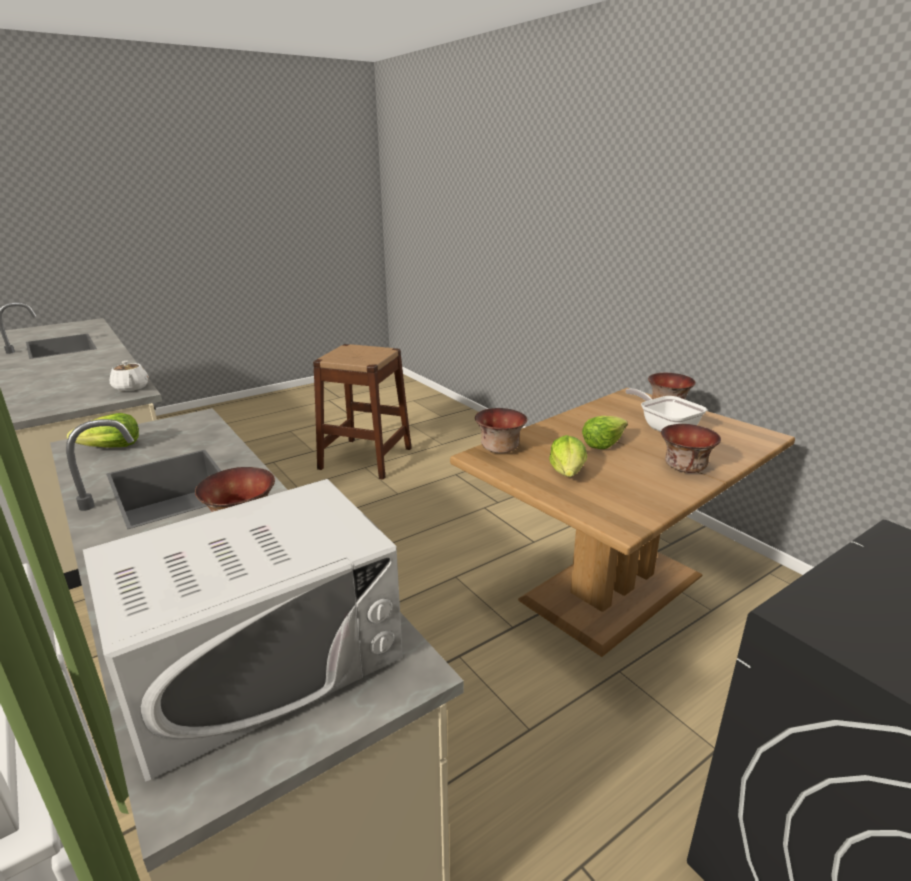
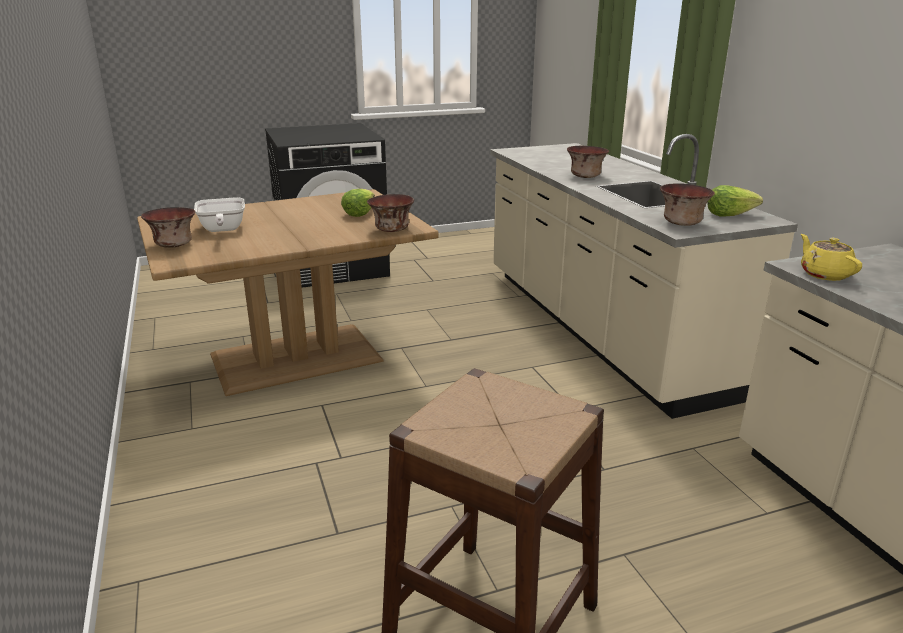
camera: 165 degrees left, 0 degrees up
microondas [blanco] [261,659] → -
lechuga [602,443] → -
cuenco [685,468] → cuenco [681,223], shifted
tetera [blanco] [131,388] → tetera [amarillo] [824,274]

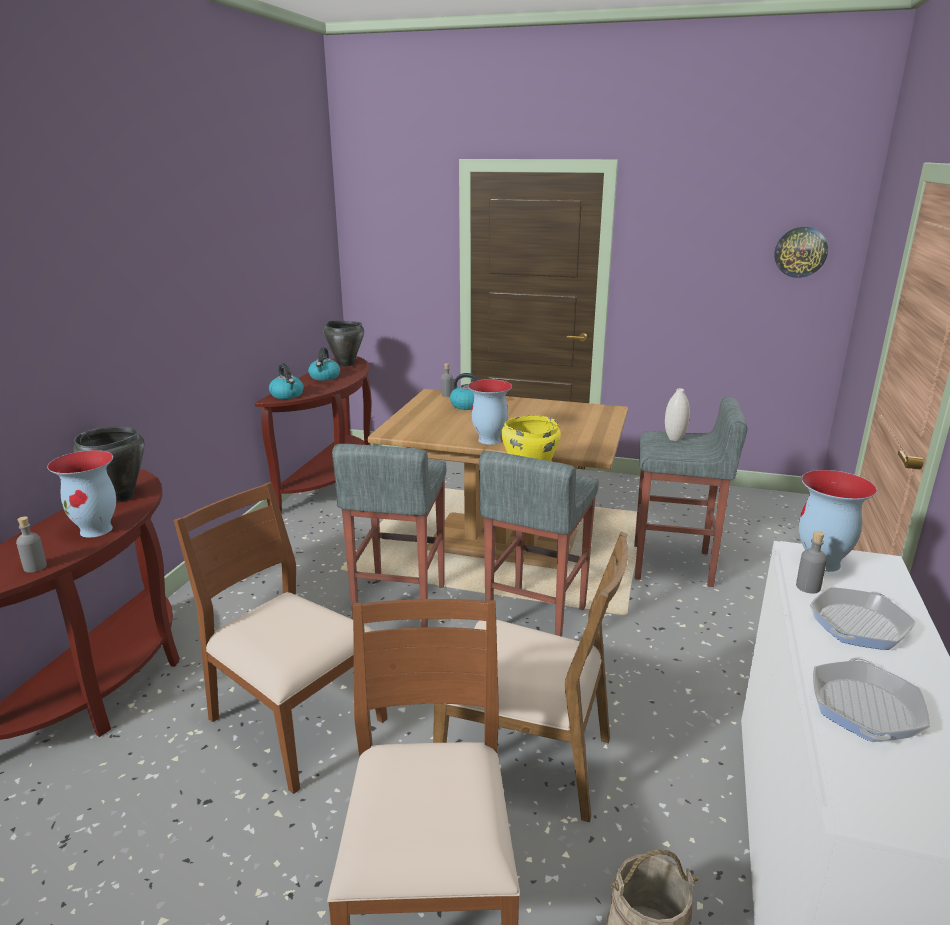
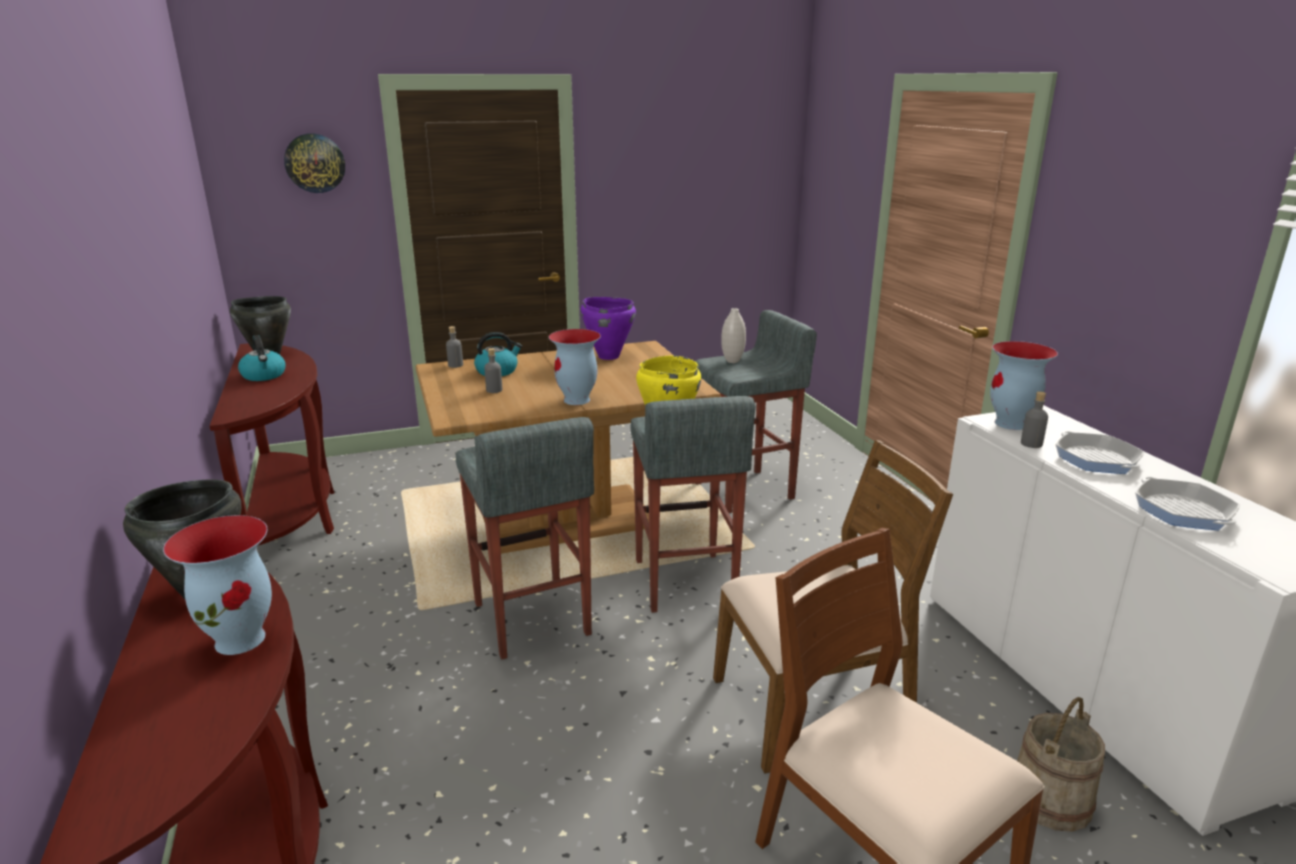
camera: 35 degrees left, 0 degrees up
silla [marrón] [294,720] → -
hervidor [287,395] → -
- → olla [morado] [608,356]
botella [gris] [35,567] → botella [gris] [494,390], shifted
reloj de pared [800,252] → reloj de pared [315,163], shifted
sartén [858,625] → sartén [1096,459], 150 degrees clockwise

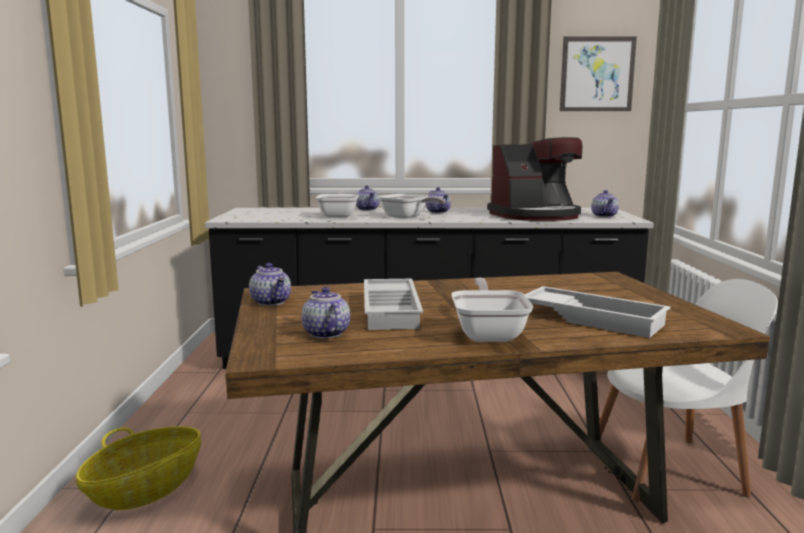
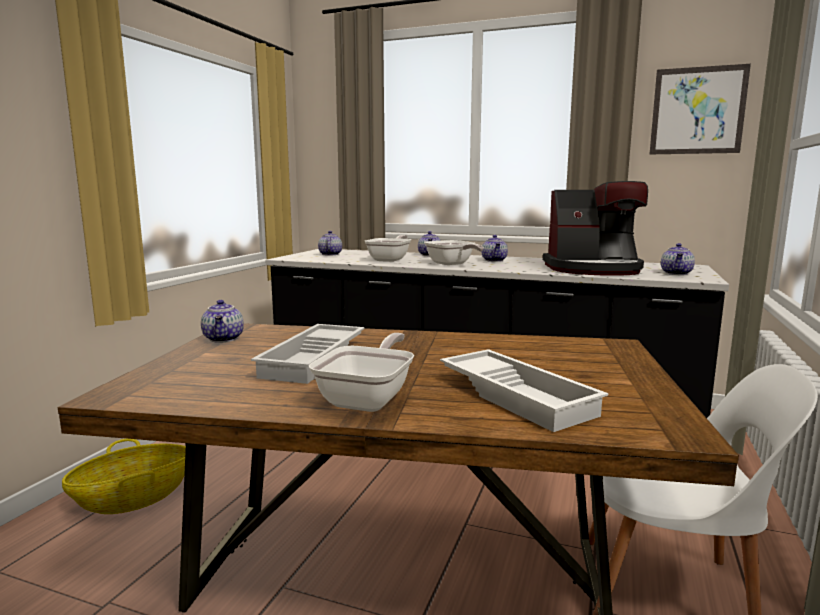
camera: 20 degrees right, 0 degrees up
tetera [325,333] → tetera [329,254], shifted

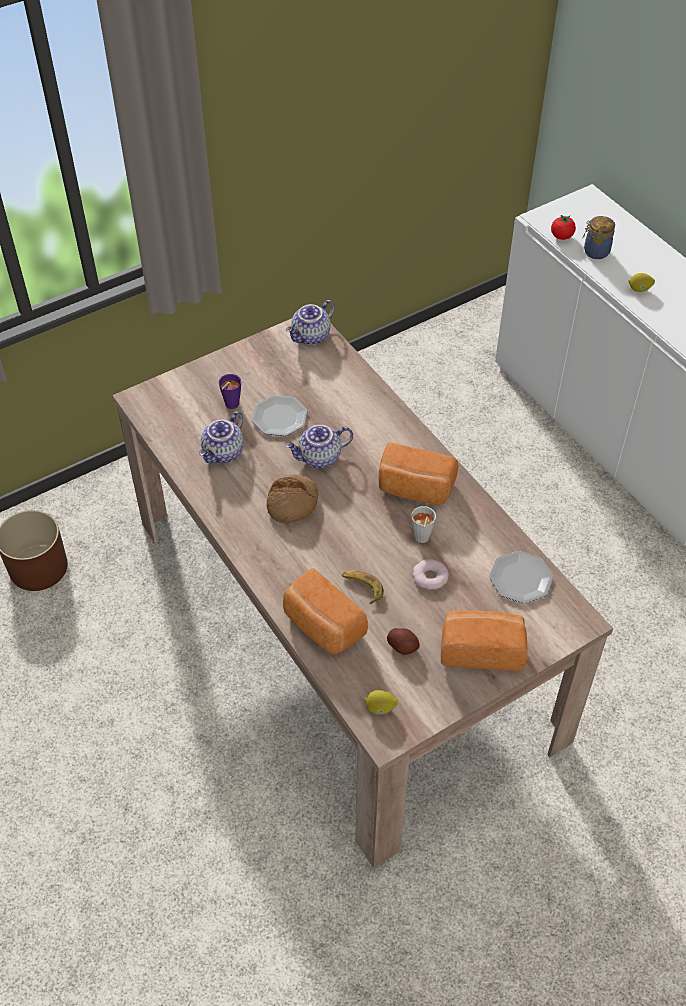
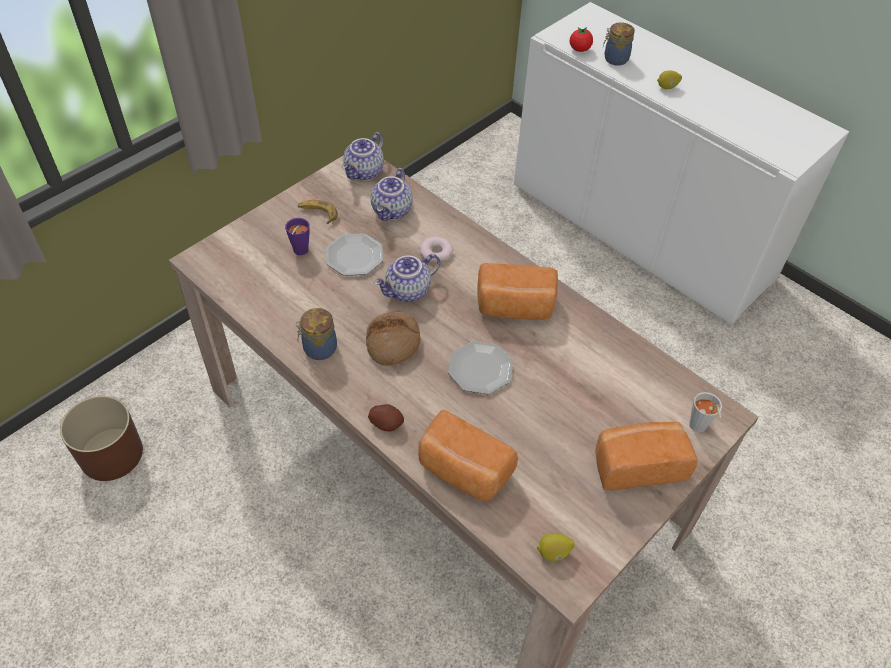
camera: 15 degrees left, 0 degrees up
- → tarro [318,349]
tetera [224,453] → tetera [392,211], shifted
plátano [362,587] → plátano [318,213], shifted
patata [403,646] → patata [386,423], shifted
taza [gris] [421,539] → taza [gris] [698,428], shifted
rosquilla [430,577] → rosquilla [436,252], shifted
plato [520,578] → plato [479,369], shifted

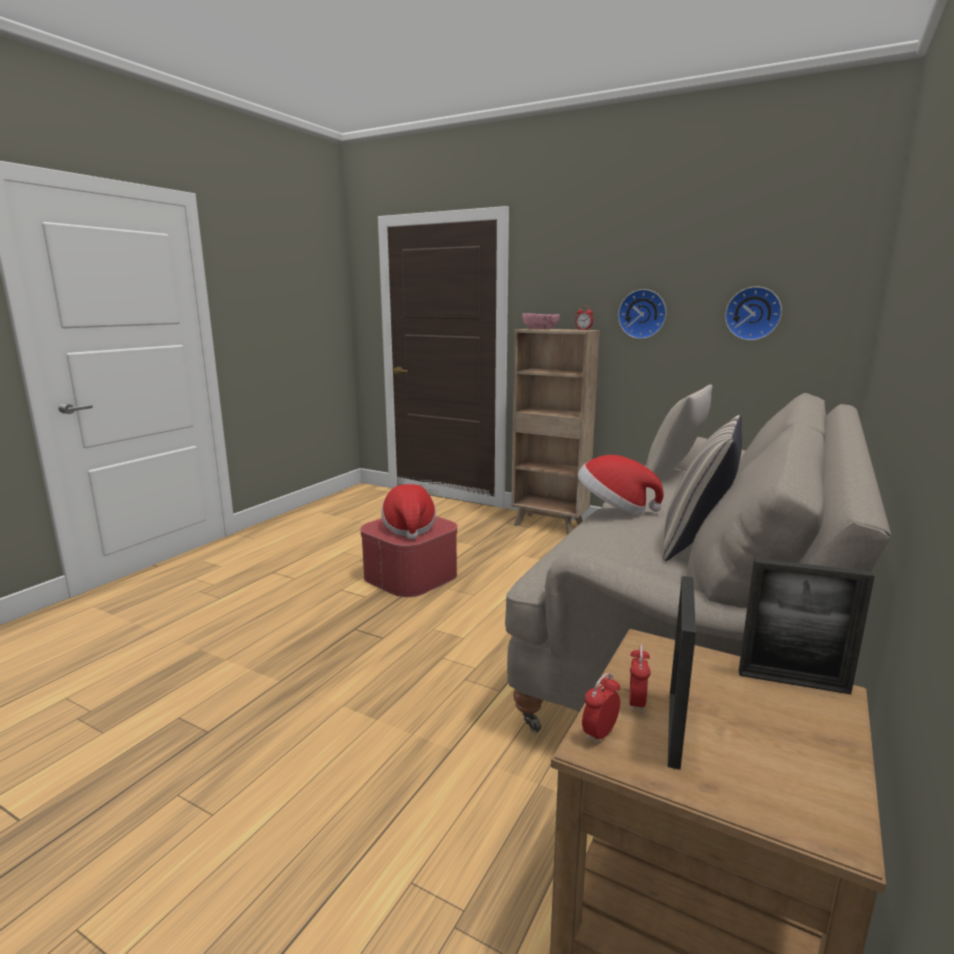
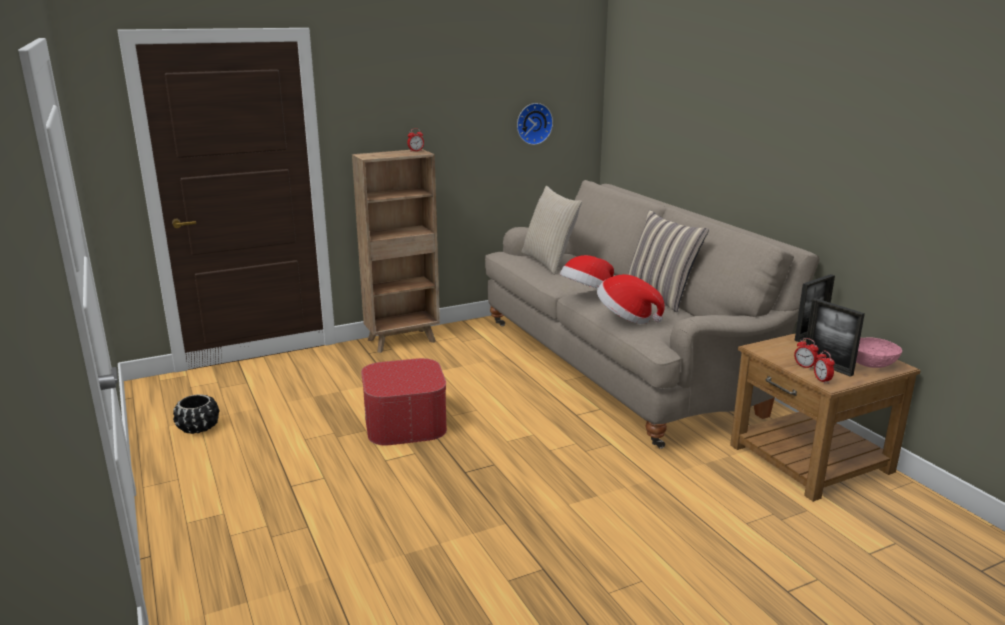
camera: 55 degrees left, 5 degrees up
reloj de pared [642,314] → -
- → maceta [negro] [198,427]
sombrero [409,528] → sombrero [626,318], shifted
cuenco [rosa] [540,329] → cuenco [rosa] [871,363], shifted

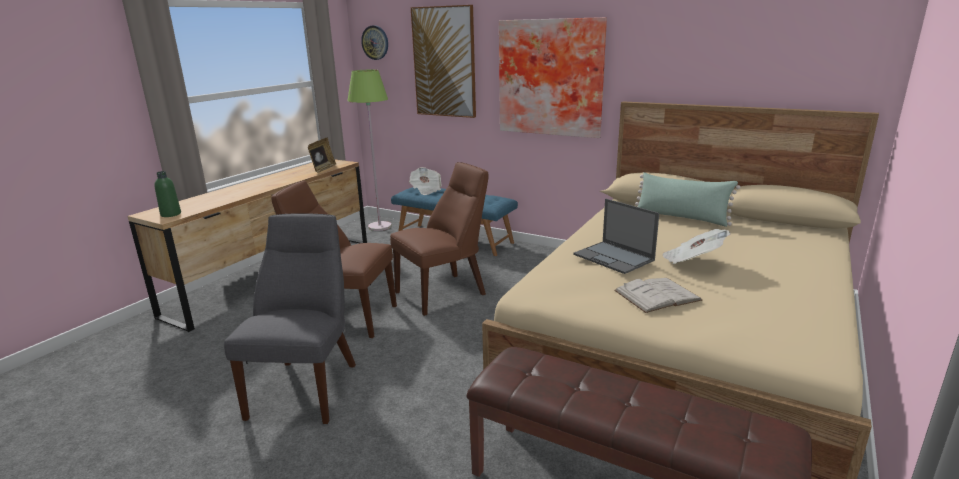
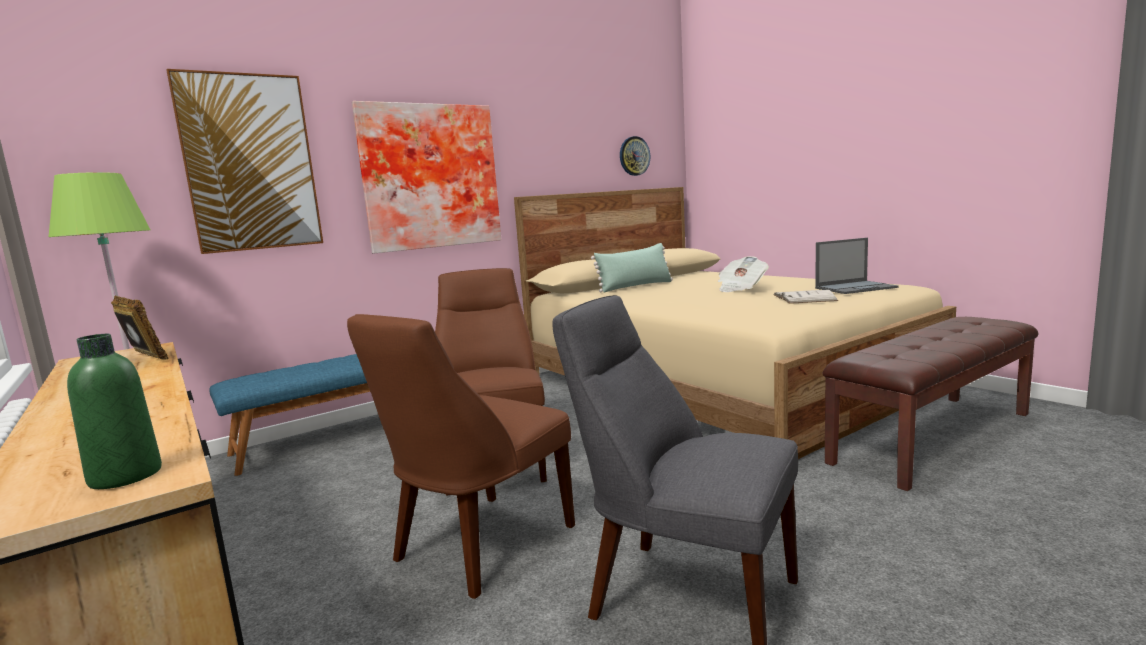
camera: 65 degrees left, 10 degrees down
periódico [426,190] → -
reloj de pared [375,42] → reloj de pared [634,156], shifted
portátil [614,257] → portátil [856,288], shifted

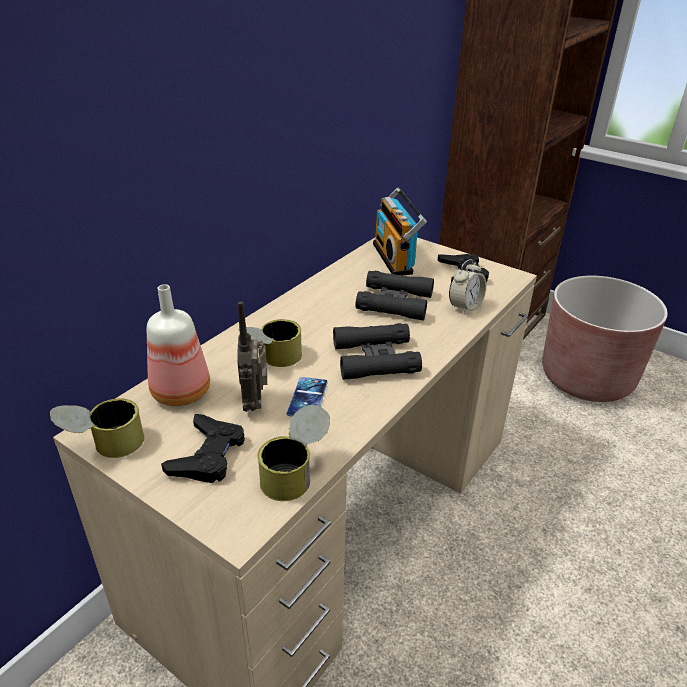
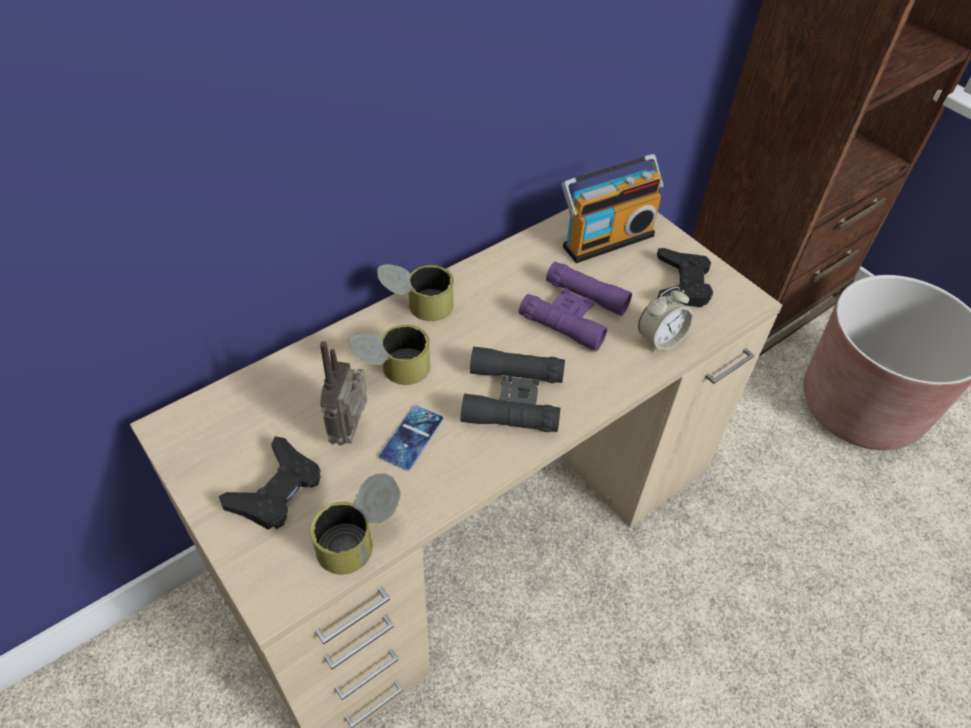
camera: 15 degrees right, 15 degrees up
botella [183,393] → -
lata [104,446] → lata [417,307], shifted
prismáticos [negro] [395,302] → prismáticos [morado] [573,313]
radio [396,258] → radio [606,238], 120 degrees counterclockwise

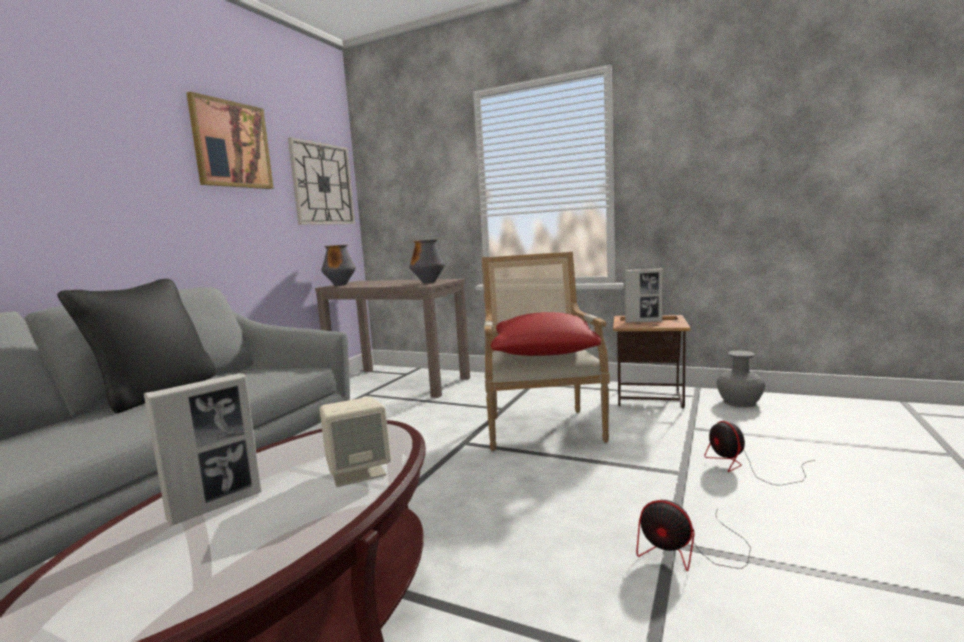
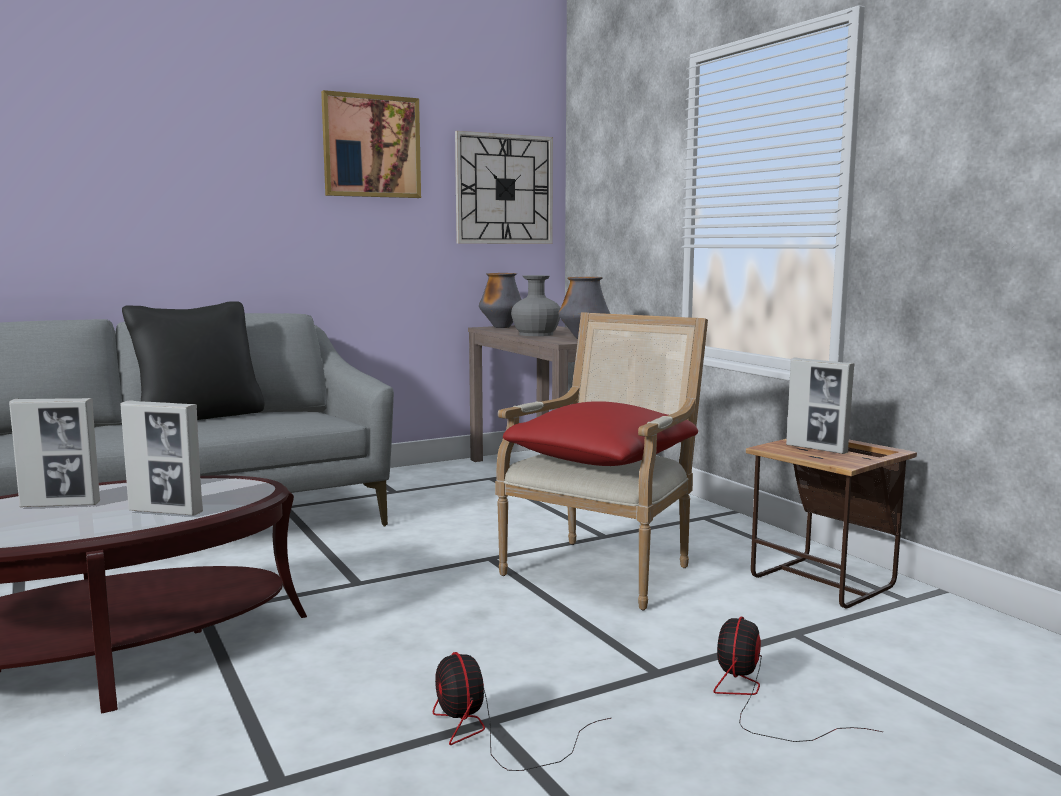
camera: 35 degrees right, 0 degrees up
florero [gris] [739,402] → florero [gris] [536,334], shifted
altavoz [beis] [358,472] → portarretratos [166,511]

